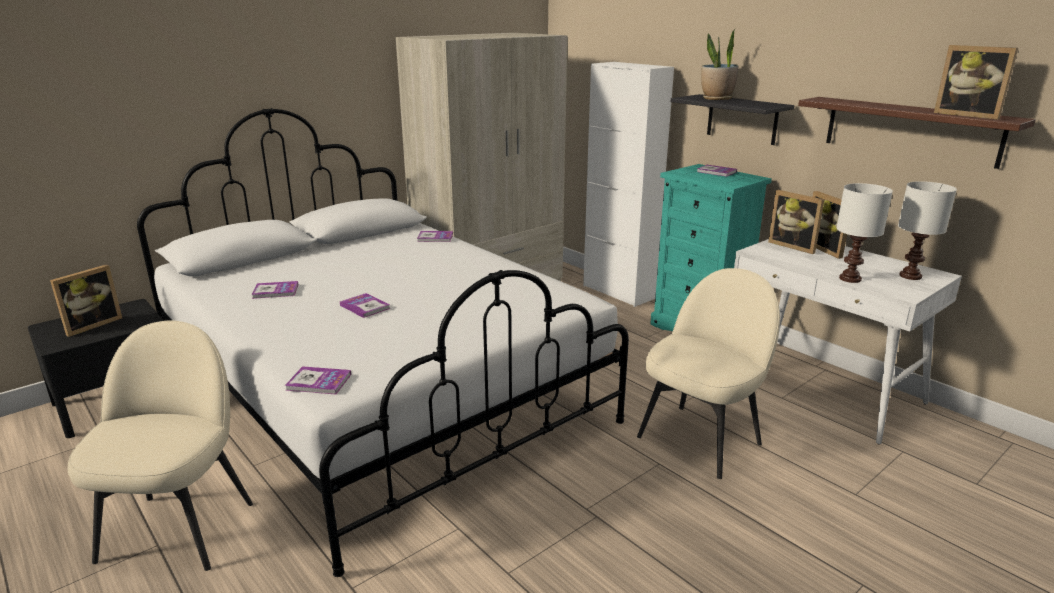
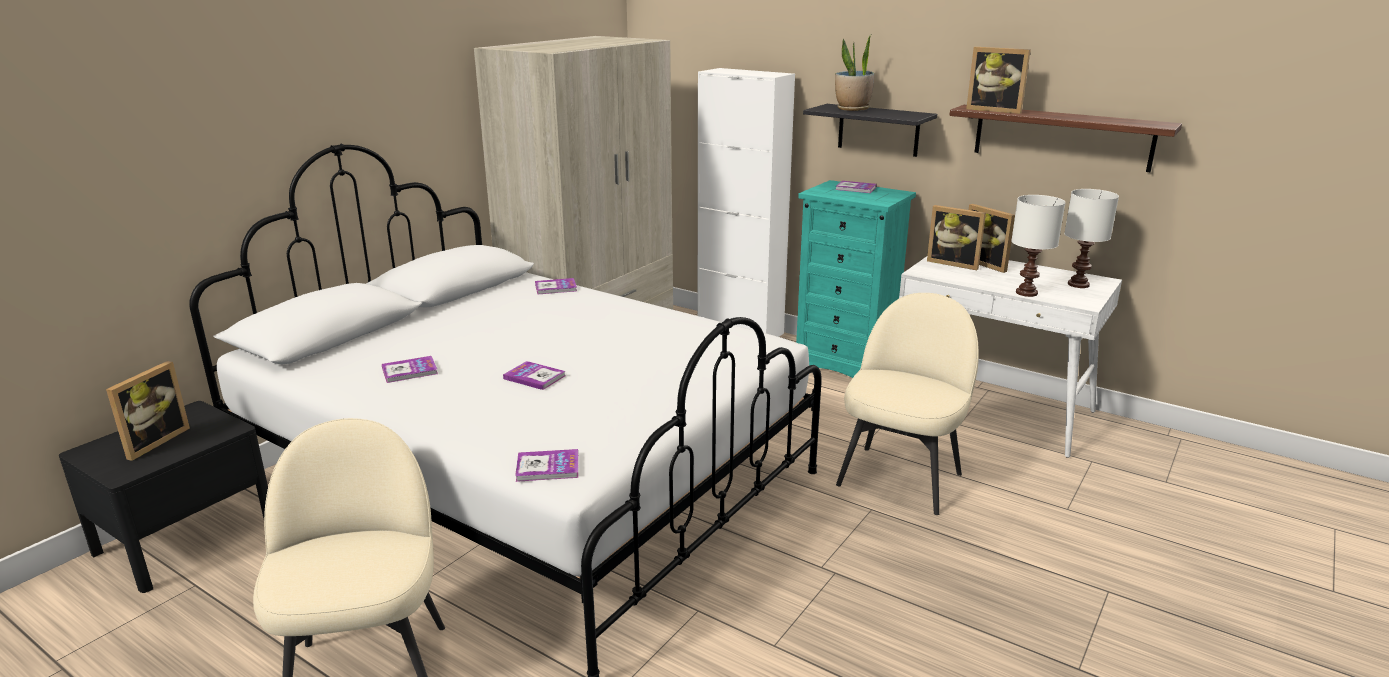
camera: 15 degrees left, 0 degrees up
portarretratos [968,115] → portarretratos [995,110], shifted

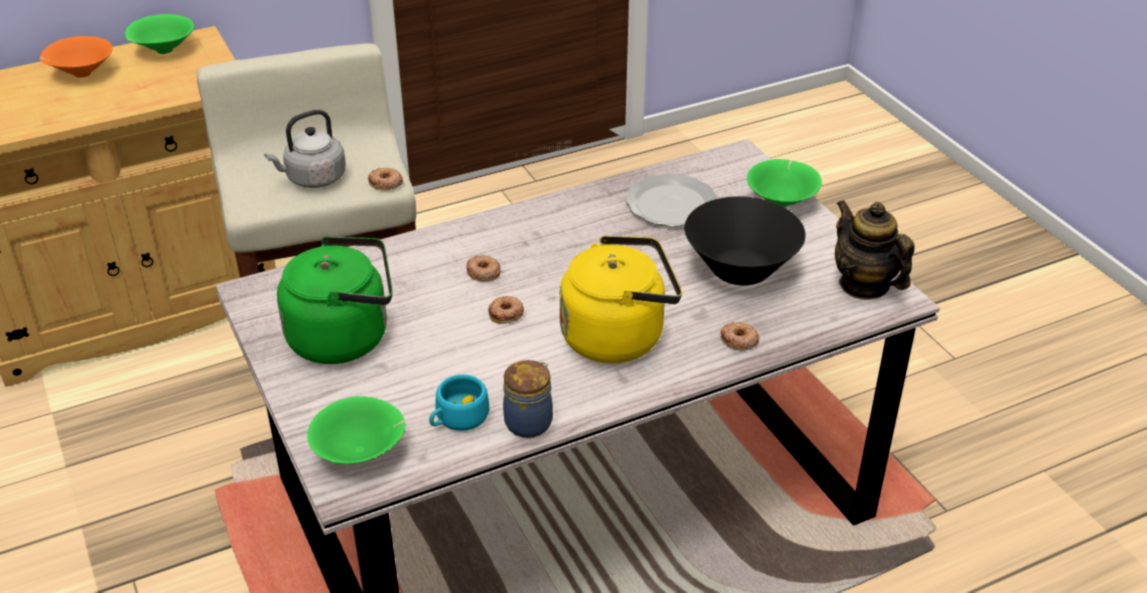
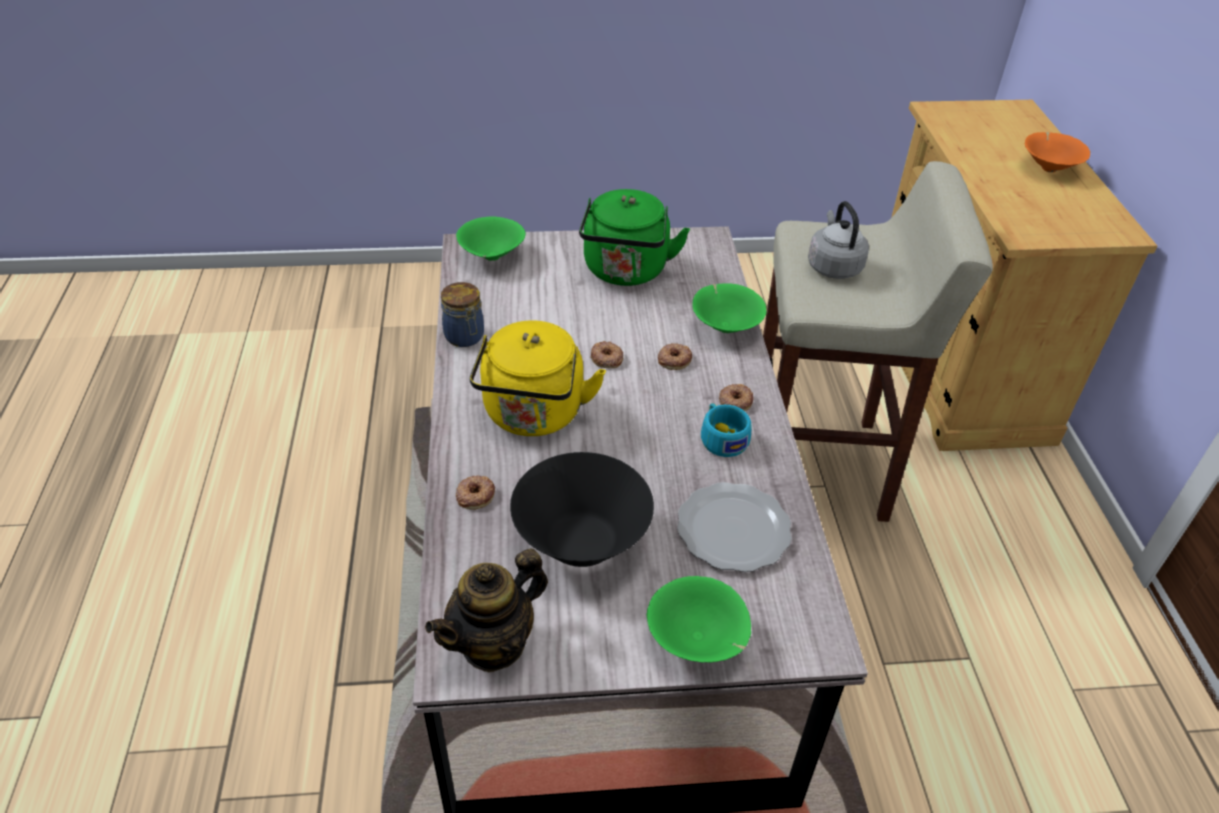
camera: 110 degrees right, 5 degrees up
cuenco [verde] [163,51] → cuenco [verde] [725,326], shifted
rosquilla [385,183] → rosquilla [735,401], shifted
taza [turquesa] [457,418] → taza [turquesa] [721,438], shifted
tetera [864,285] → tetera [493,644], 150 degrees clockwise

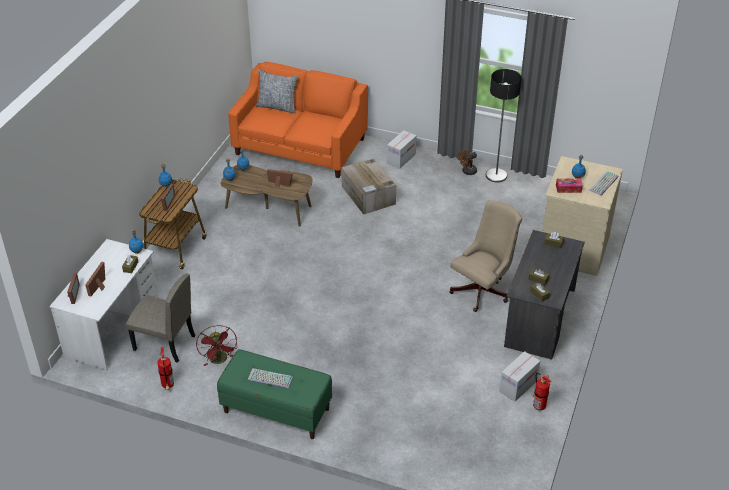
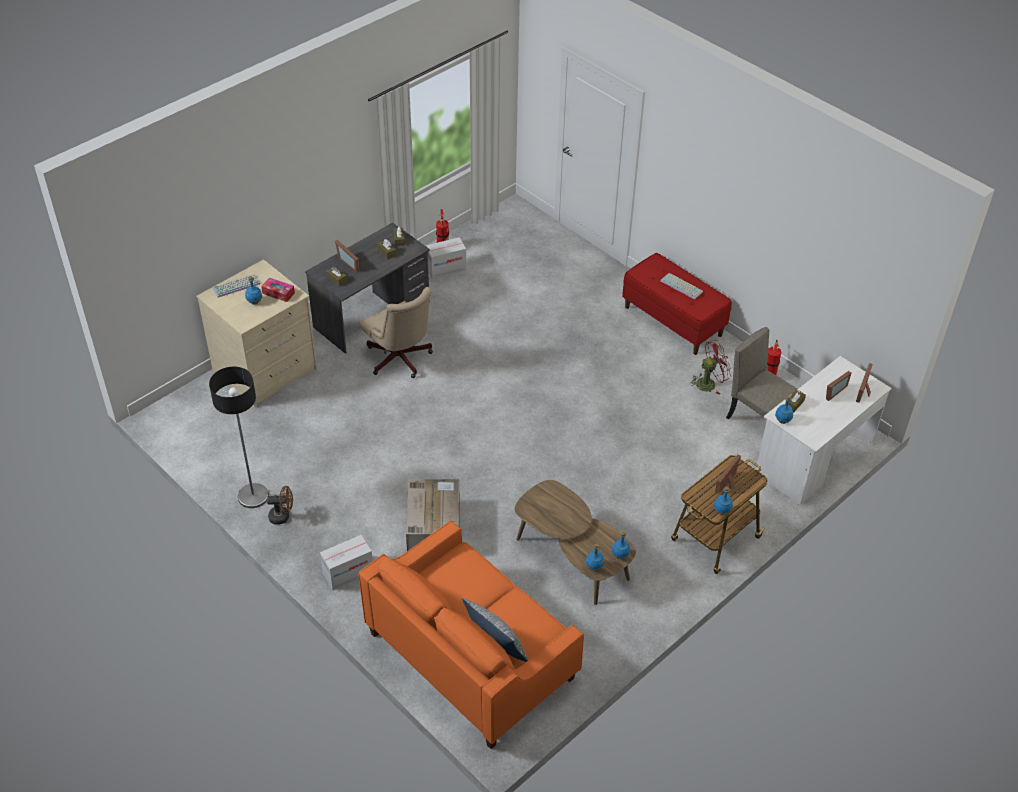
camera: 155 degrees left, 5 degrees up
portarretratos [279,185] → portarretratos [350,262], shifted
banco [verde] [276,410] → banco [rojo] [673,321]
ventilador [rojo] [219,360] → ventilador [rojo] [709,383], 60 degrees clockwise
silla de oficina [beis] [483,290] → silla de oficina [beis] [400,361], 105 degrees counterclockwise

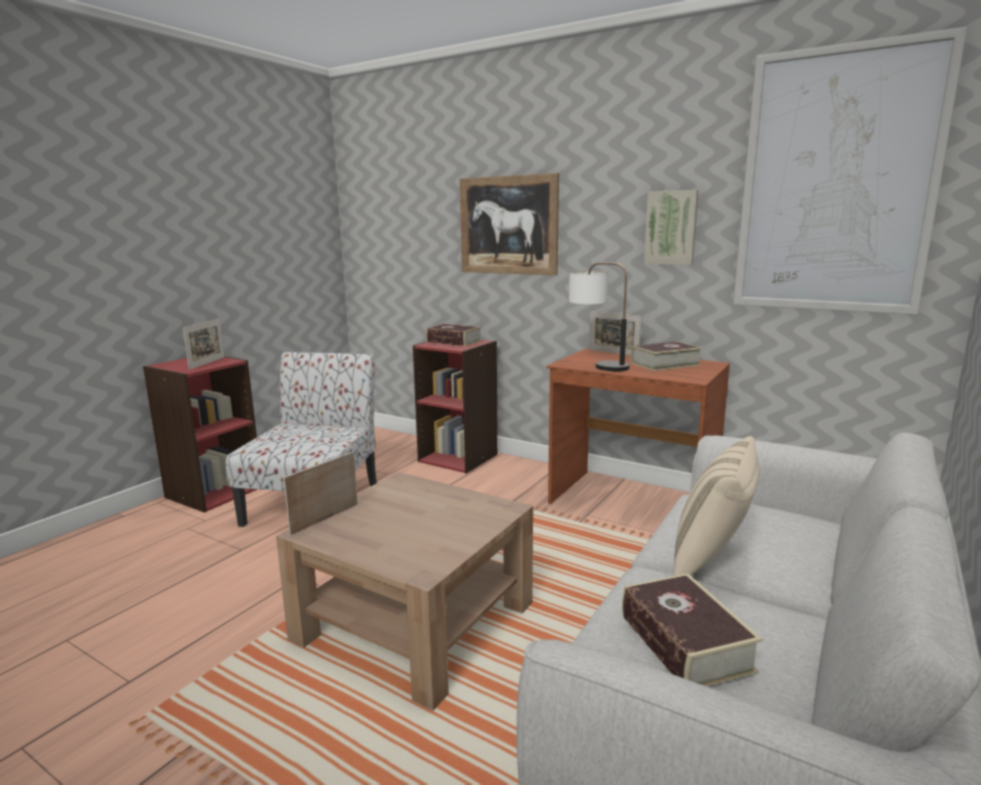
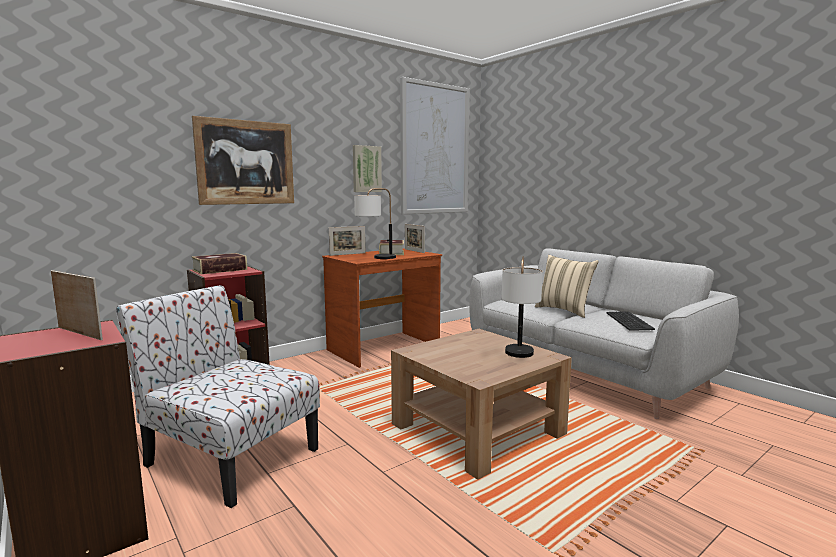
camera: 70 degrees left, 5 degrees down
- → lámpara de mesa [518,357]
portarretratos [325,519] → portarretratos [414,251], shifted
libro [685,642] → teclado [628,321]

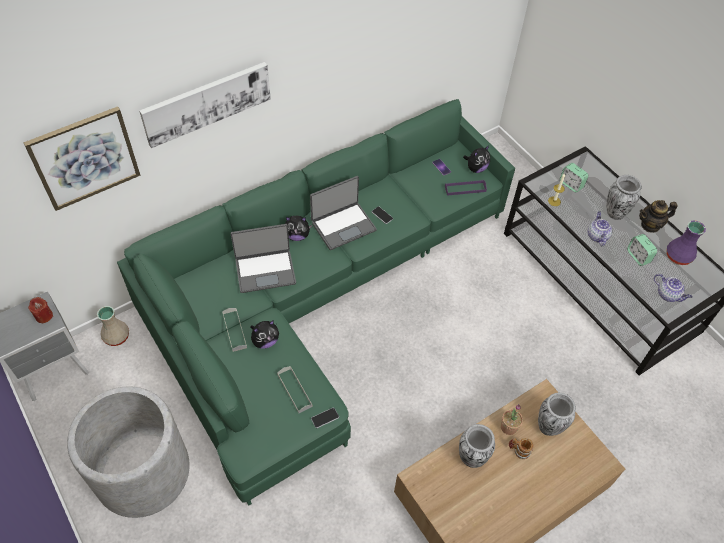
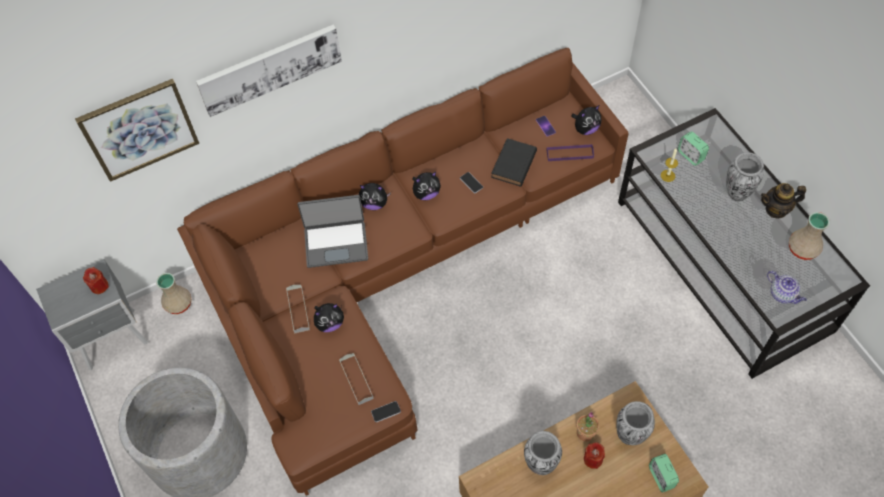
camera: 10 degrees right, 5 degrees up
tetera [596,236] → -
- → libro [negro] [513,165]
despertador [638,256] → despertador [661,477], shifted
portátil [343,225] → peluche [426,193]
taza grande [518,450] → vela [rojo] [593,459]
sofá [verde] [313,299] → sofá [marrón] [393,271]
florero [morado] [677,256] → florero [beis] [802,248]

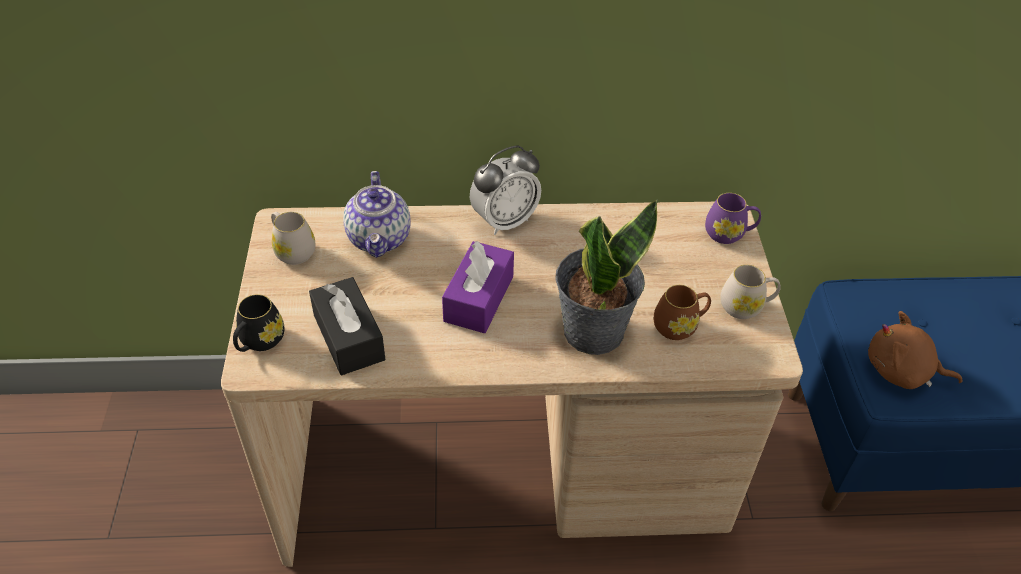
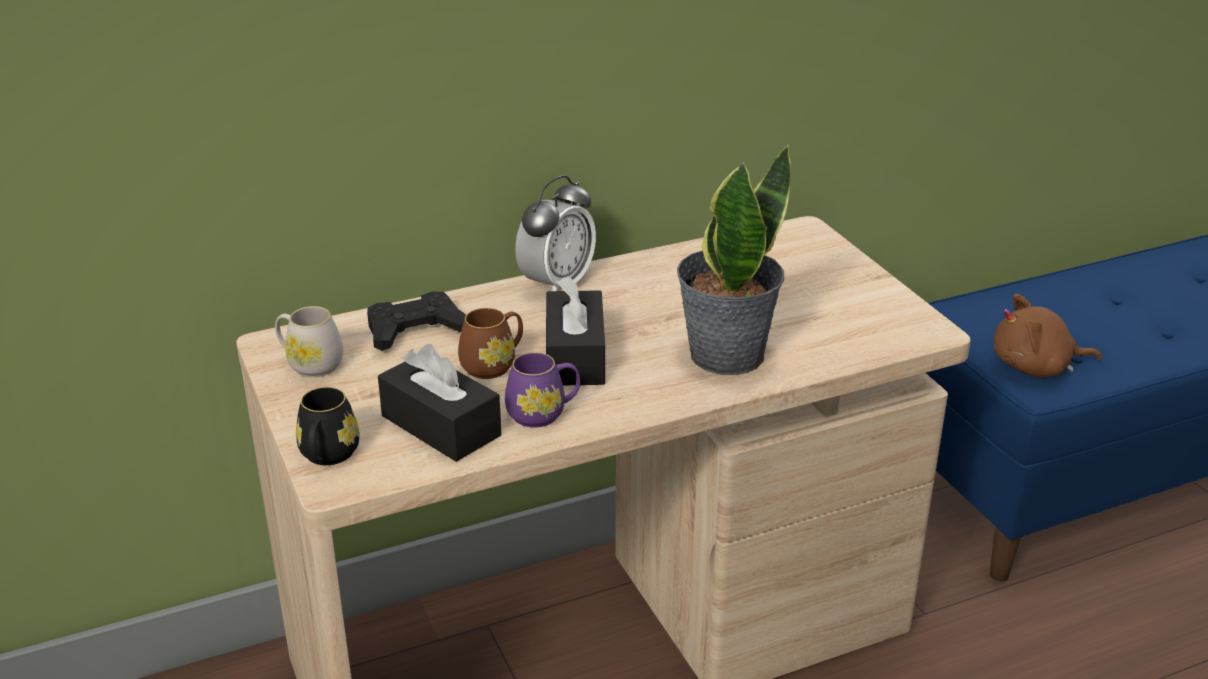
camera: 20 degrees left, 15 degrees down
taza grande [blanco] [746,306] → -
taza grande [marrón] [679,326] → taza grande [marrón] [493,364], shifted
taza grande [morado] [729,234] → taza grande [morado] [543,413], shifted
tetera [380,239] → mando de consola [negro] [416,330]
caja de pañuelos [morado] [479,298] → caja de pañuelos [negro] [575,356]

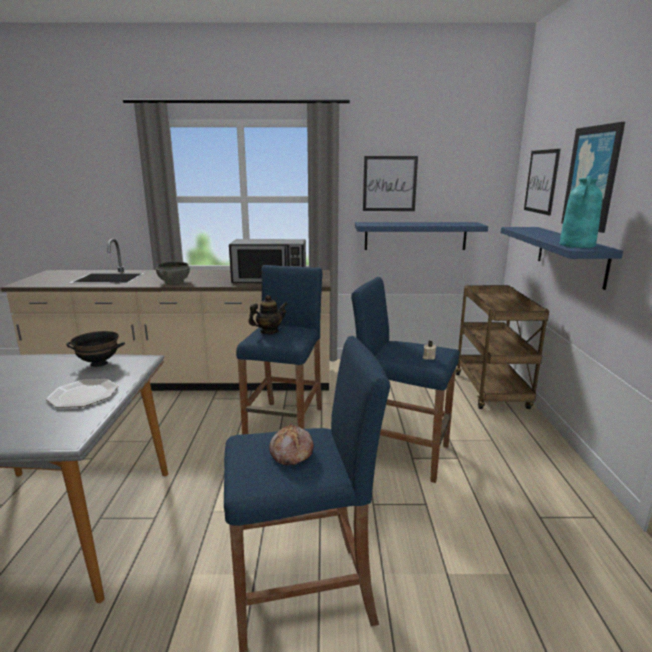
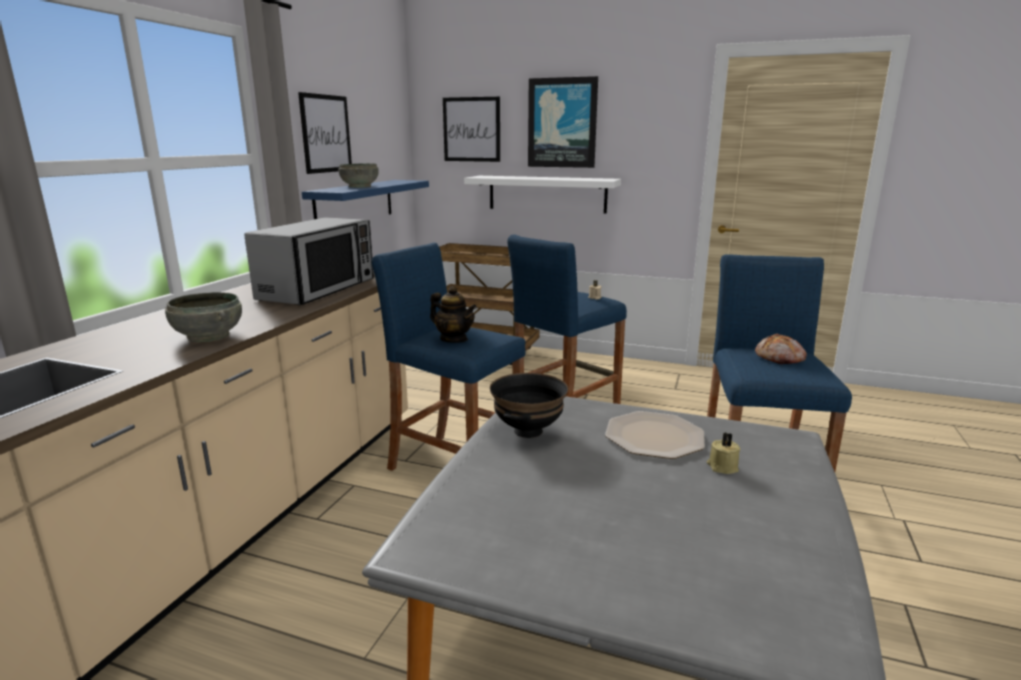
camera: 70 degrees left, 0 degrees up
florero [turquesa] [577,245] → -
- → cuenco [gris] [360,187]
- → vela [beis] [722,467]
estante [azul] [570,255] → estante [blanco] [547,194]
tetera [269,332] → tetera [454,339], 135 degrees clockwise

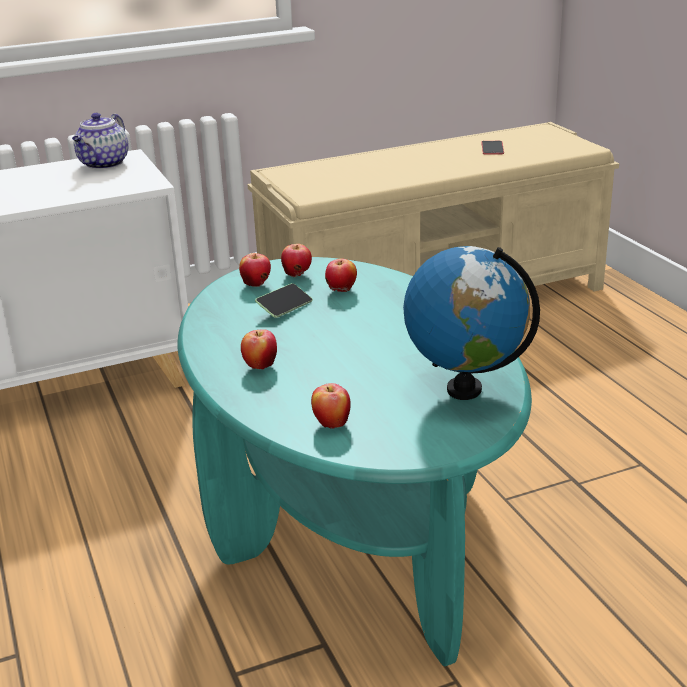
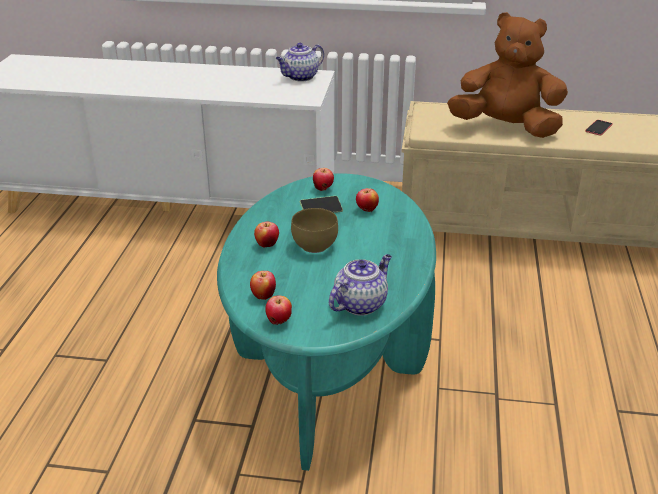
camera: 30 degrees right, 5 degrees up
- → cuenco [marrón] [315,247]
- → peluche [marrón] [506,128]
manzana [297,275] → manzana [279,322], shifted
globo terráqueo [464,389] → tetera [360,304]

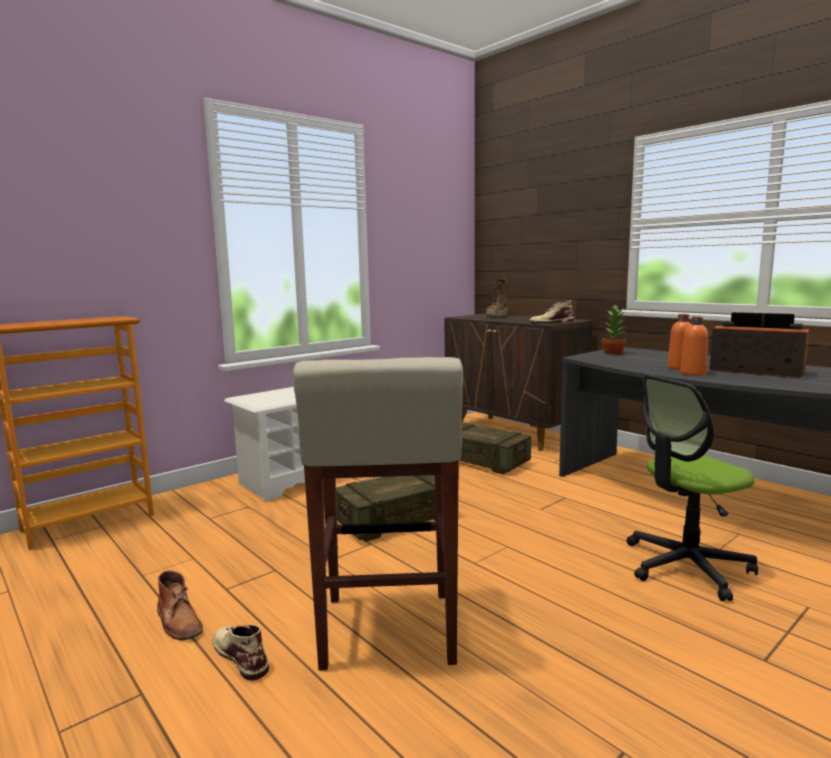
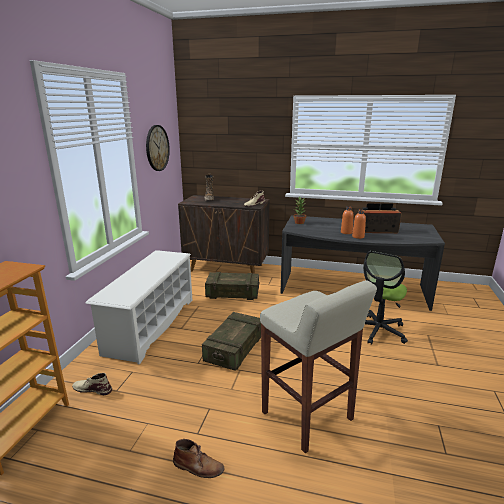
camera: 35 degrees left, 10 degrees up
- → reloj de pared [157,148]
bota [beis] [240,655] → bota [beis] [92,389], shifted

